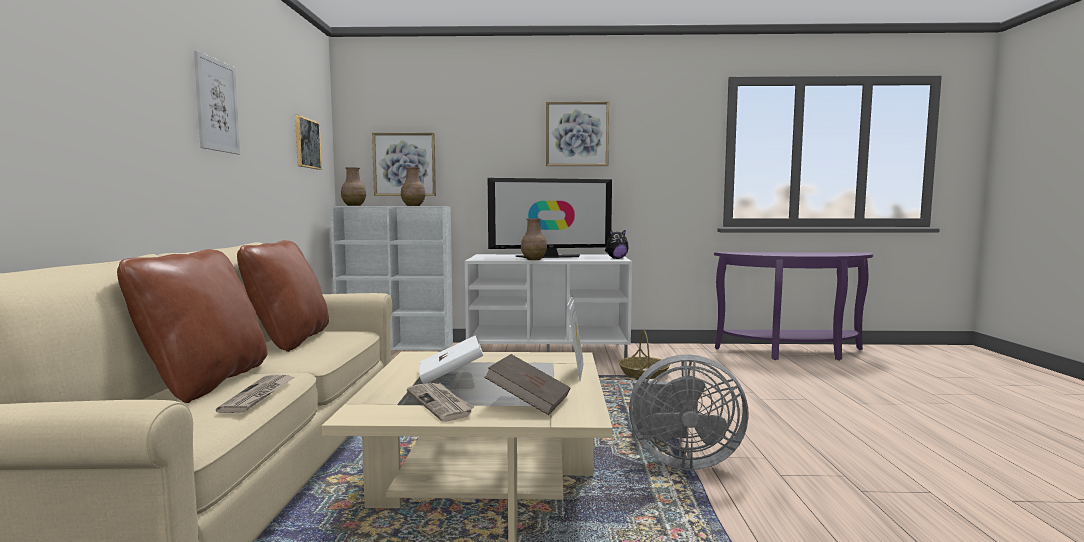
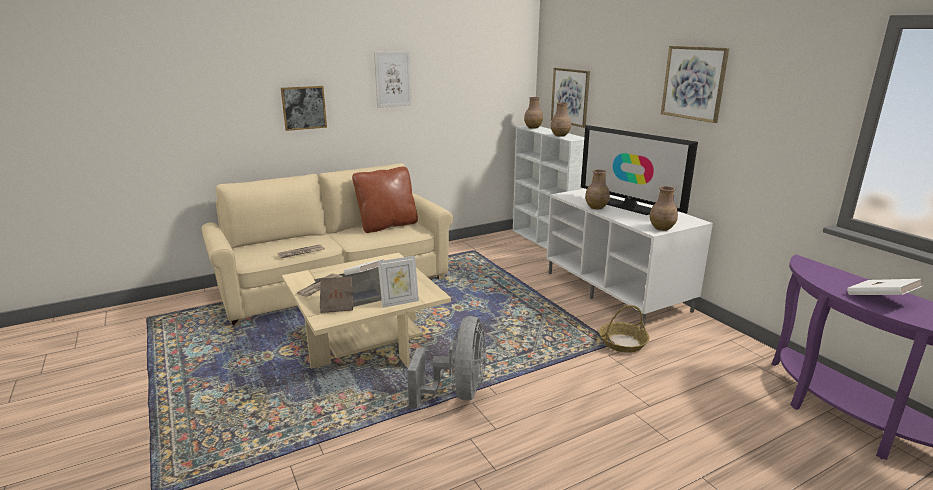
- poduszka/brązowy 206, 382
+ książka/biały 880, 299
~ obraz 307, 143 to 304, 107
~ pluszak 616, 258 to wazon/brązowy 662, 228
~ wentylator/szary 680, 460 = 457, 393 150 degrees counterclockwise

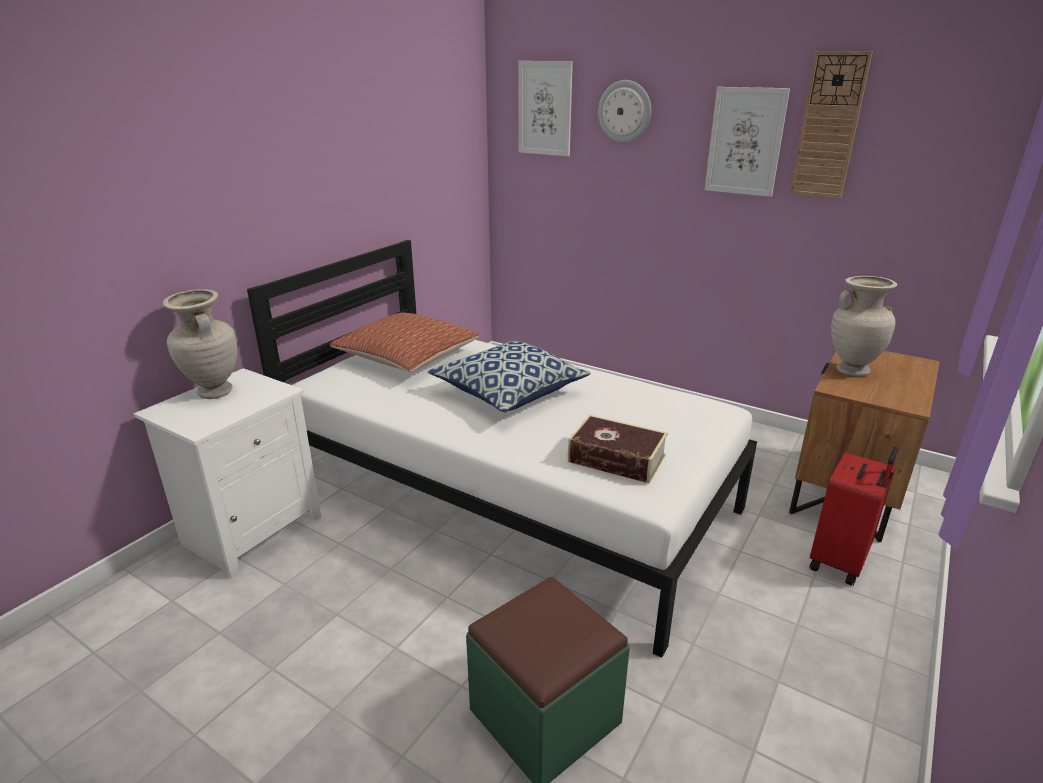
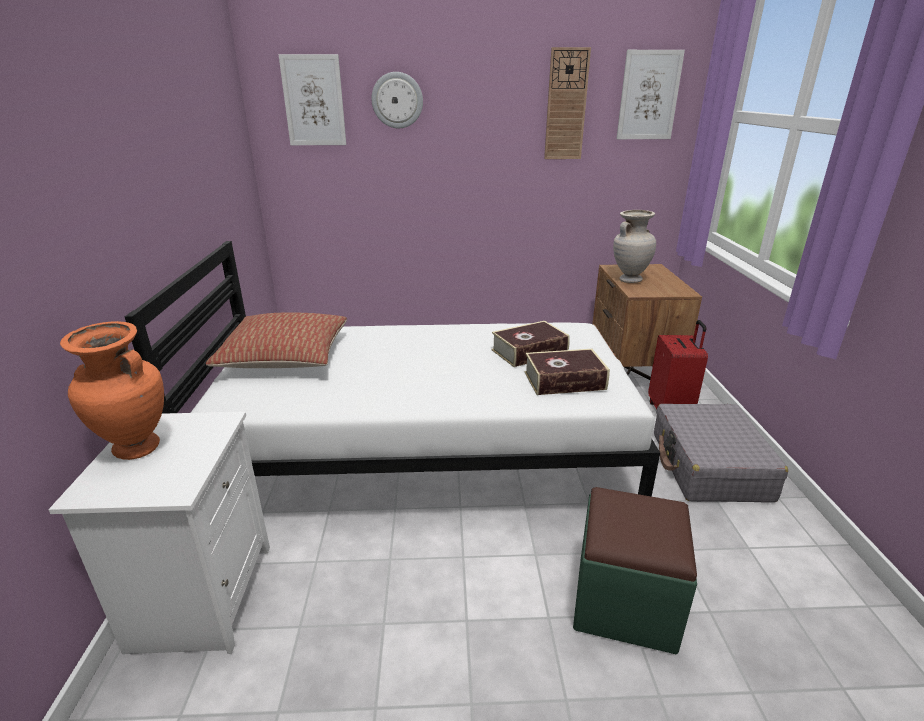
- poduszka 509, 392
+ książka 529, 352
+ walizka/szary 709, 466
~ obraz 745, 142 to 649, 95
~ wazon/beżowy 214, 393 to wazon/pomarańczowy 136, 449

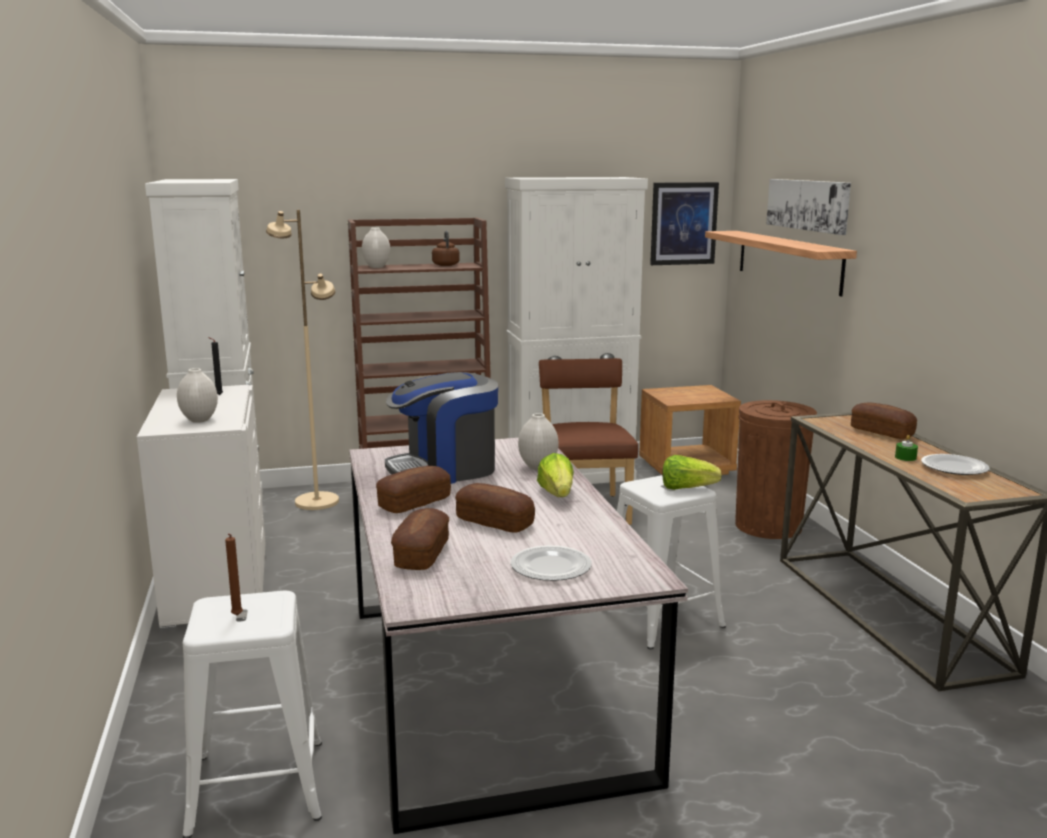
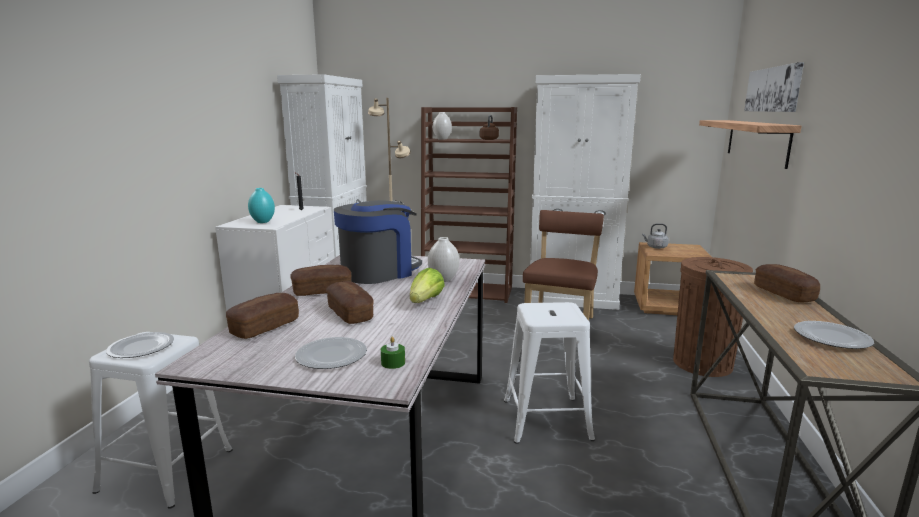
- obraz 683, 223
- sałata 686, 488
+ czajnik/szary 655, 247
~ świeca/zielony 905, 457 to 393, 363
~ świeca/brązowy 236, 616 to talerz 140, 348
~ wazon/biały 199, 420 to wazon/turkusowy 262, 222
~ ekspres do kawy 445, 469 = 379, 272 135 degrees clockwise

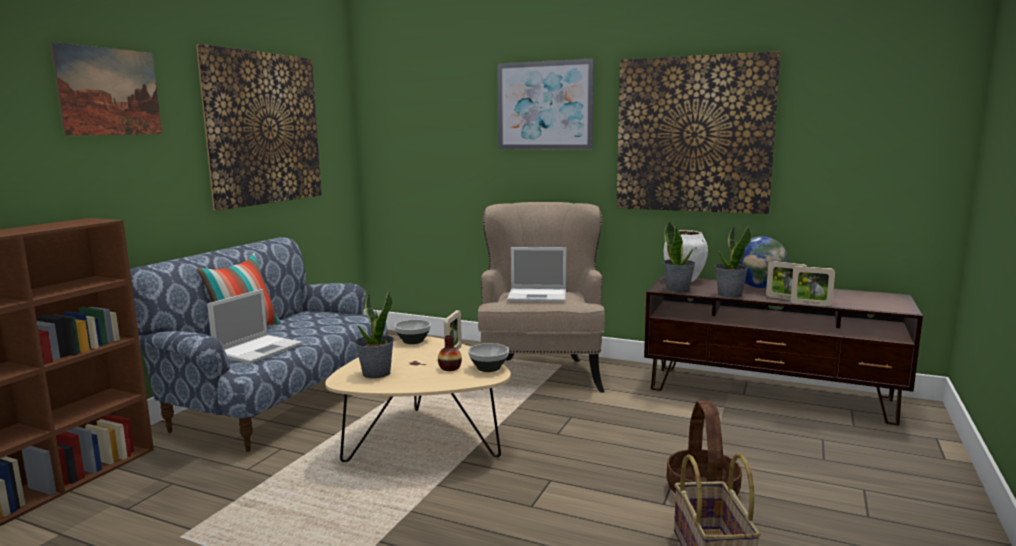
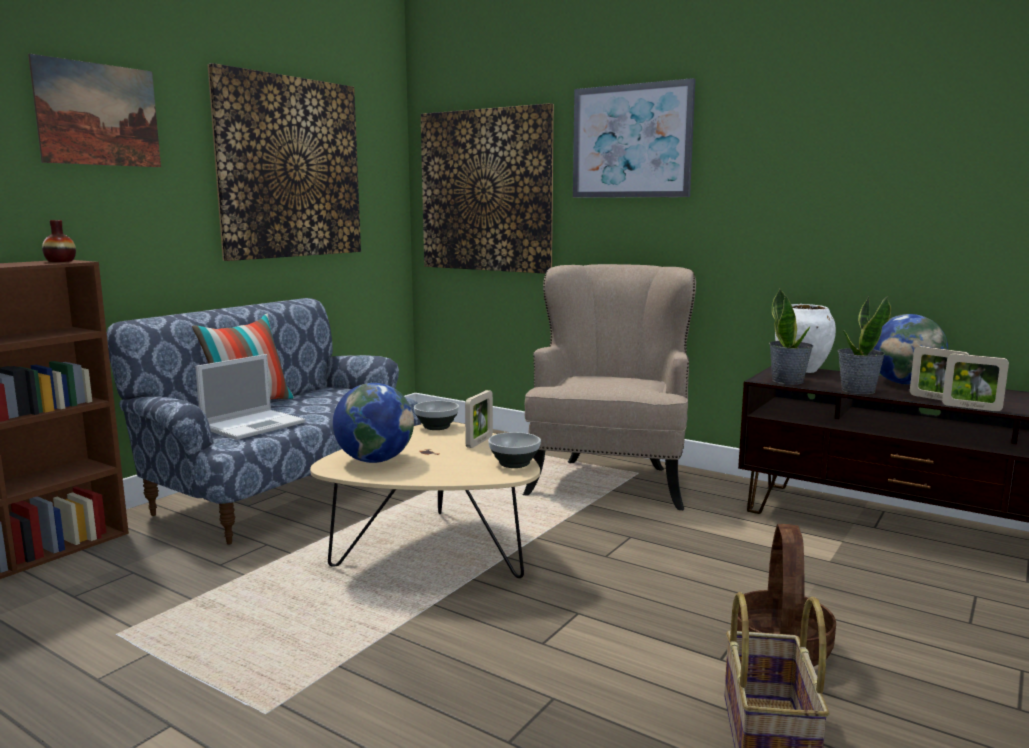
- laptop 538, 296
~ wazon 450, 368 to 60, 261
~ obraz 693, 135 to 486, 191
~ roślina doniczkowa 376, 373 to globus 375, 460

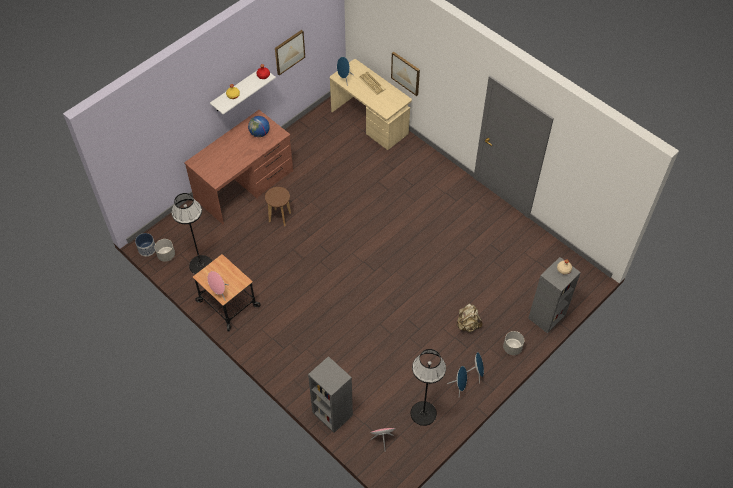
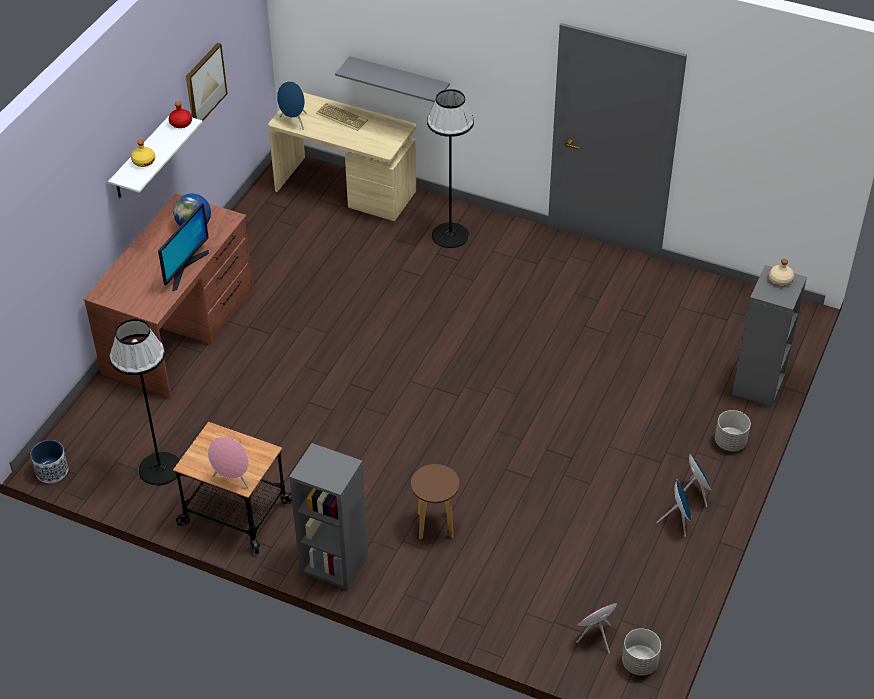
- plecak/beżowy 467, 324
+ monitor 184, 268
~ donica/szary 166, 255 to 640, 663
~ stołek/brązowy 280, 217 to 435, 525
~ regał/szary 332, 414 to 333, 564
~ lampa stojąca/czarny 423, 413 to 450, 235
~ obraz 406, 73 to półka/szary 399, 80

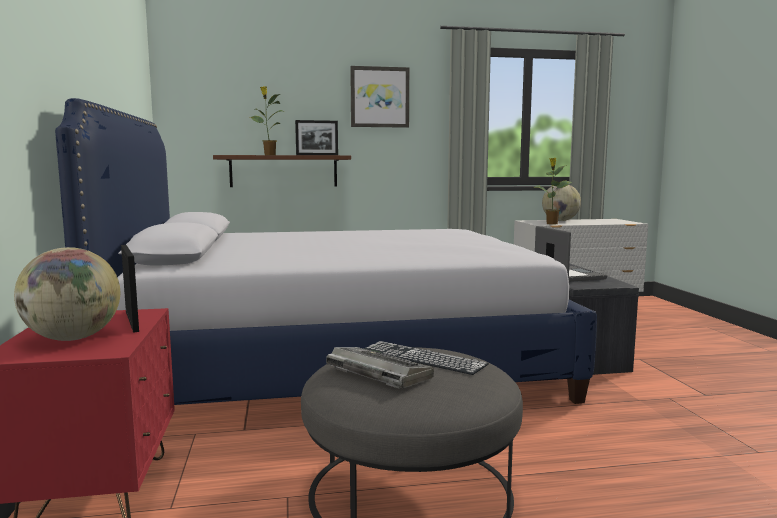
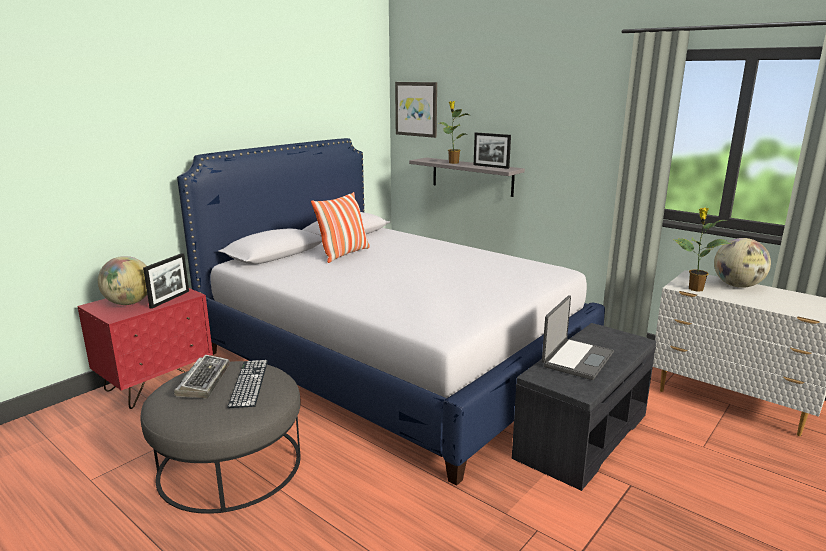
+ poduszka 344, 254
~ obraz 379, 97 to 416, 109
~ półka/brązowy 283, 171 to półka/szary 472, 176

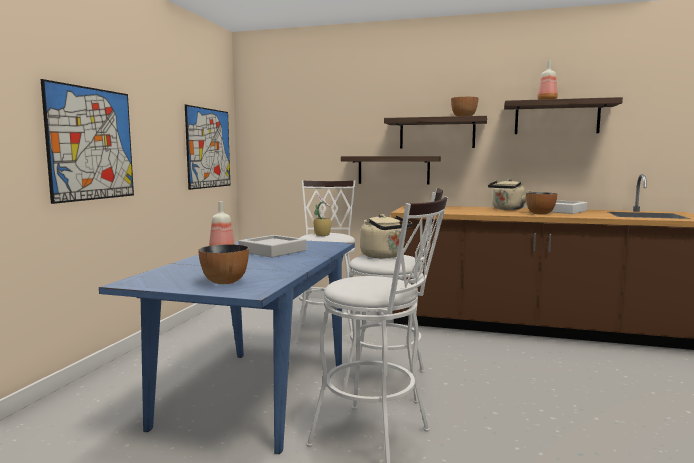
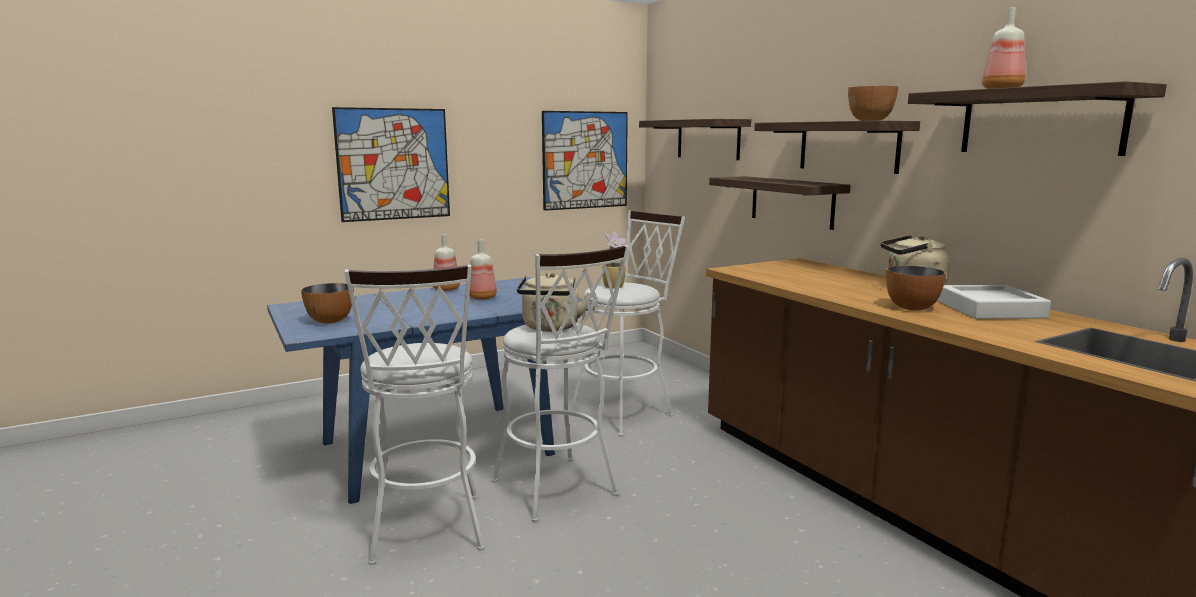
+ półka 708, 139
~ taca/szary 273, 251 to butelka 481, 297

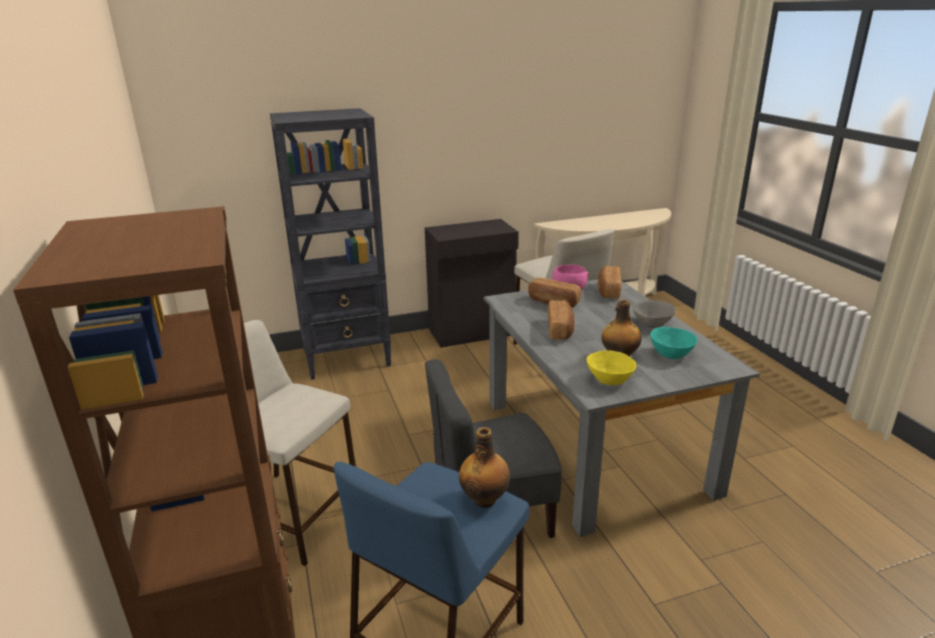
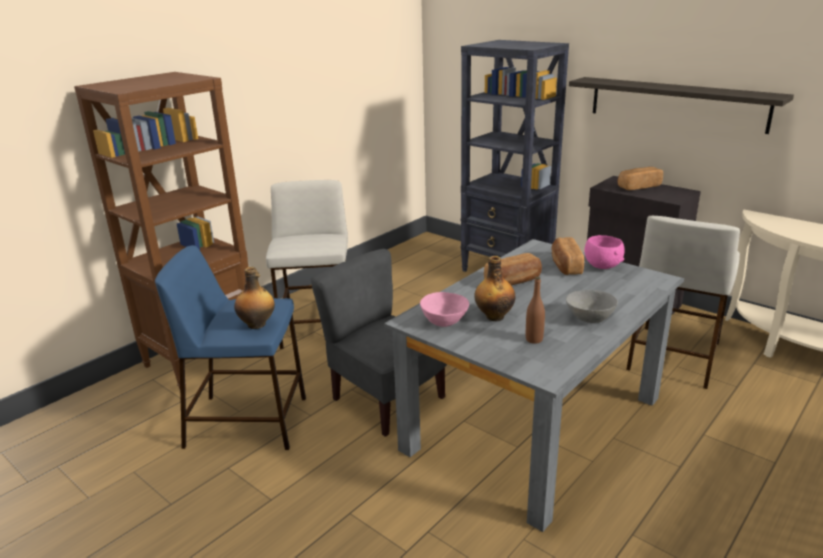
+ półka 676, 103
~ chleb 608, 291 to 638, 186
~ miska/turkusowy 671, 354 to butelka/brązowy 534, 339
~ miska/żółty 610, 379 to miska/różowy 444, 321

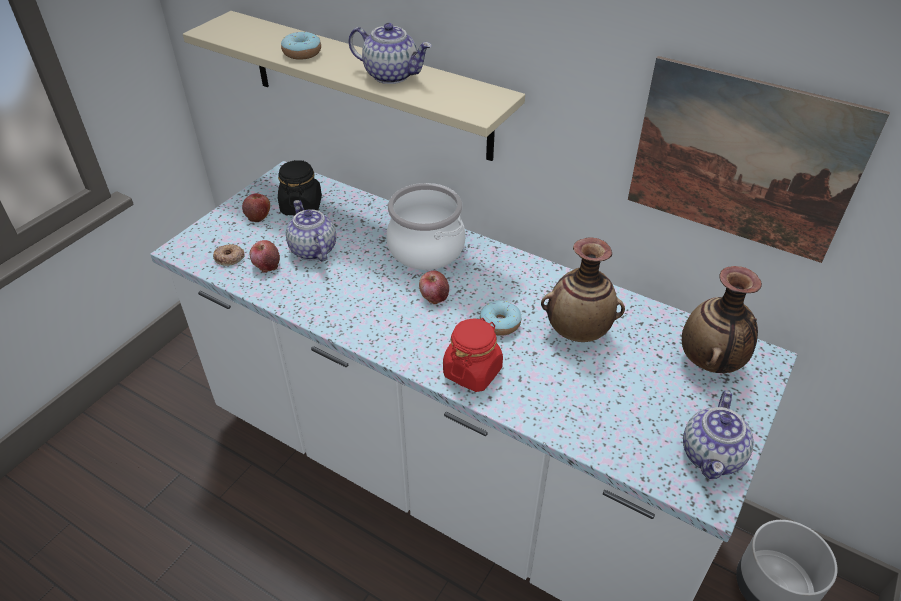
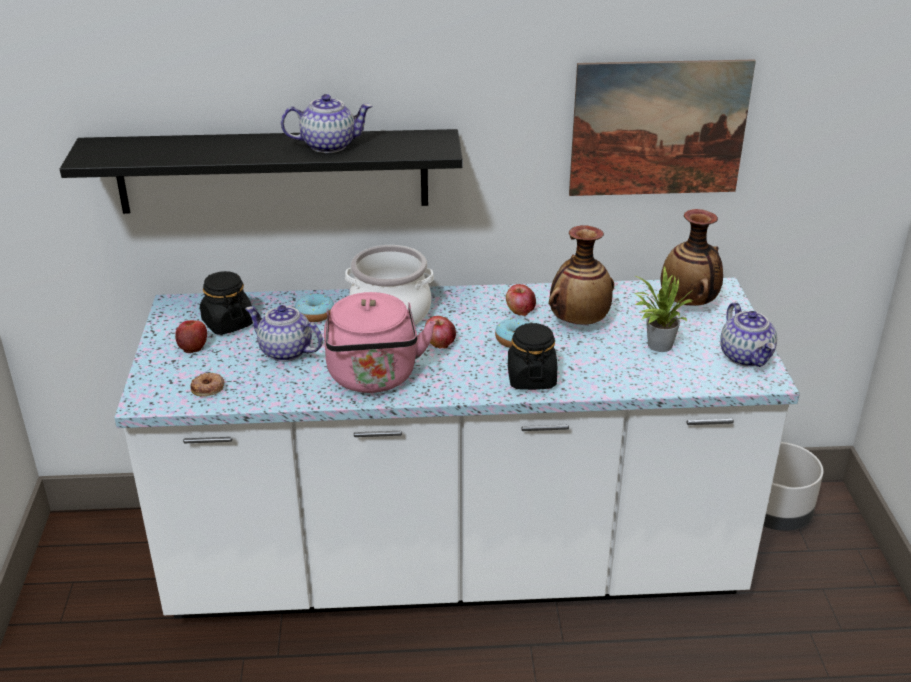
+ czajnik/różowy 374, 378
+ roślina doniczkowa 656, 345
~ jabłko 266, 265 to 520, 310
~ donut 302, 53 to 315, 314
~ półka/beżowy 367, 85 to półka/czarny 273, 171
~ słoik/czerwony 472, 371 to słoik/czarny 531, 378

